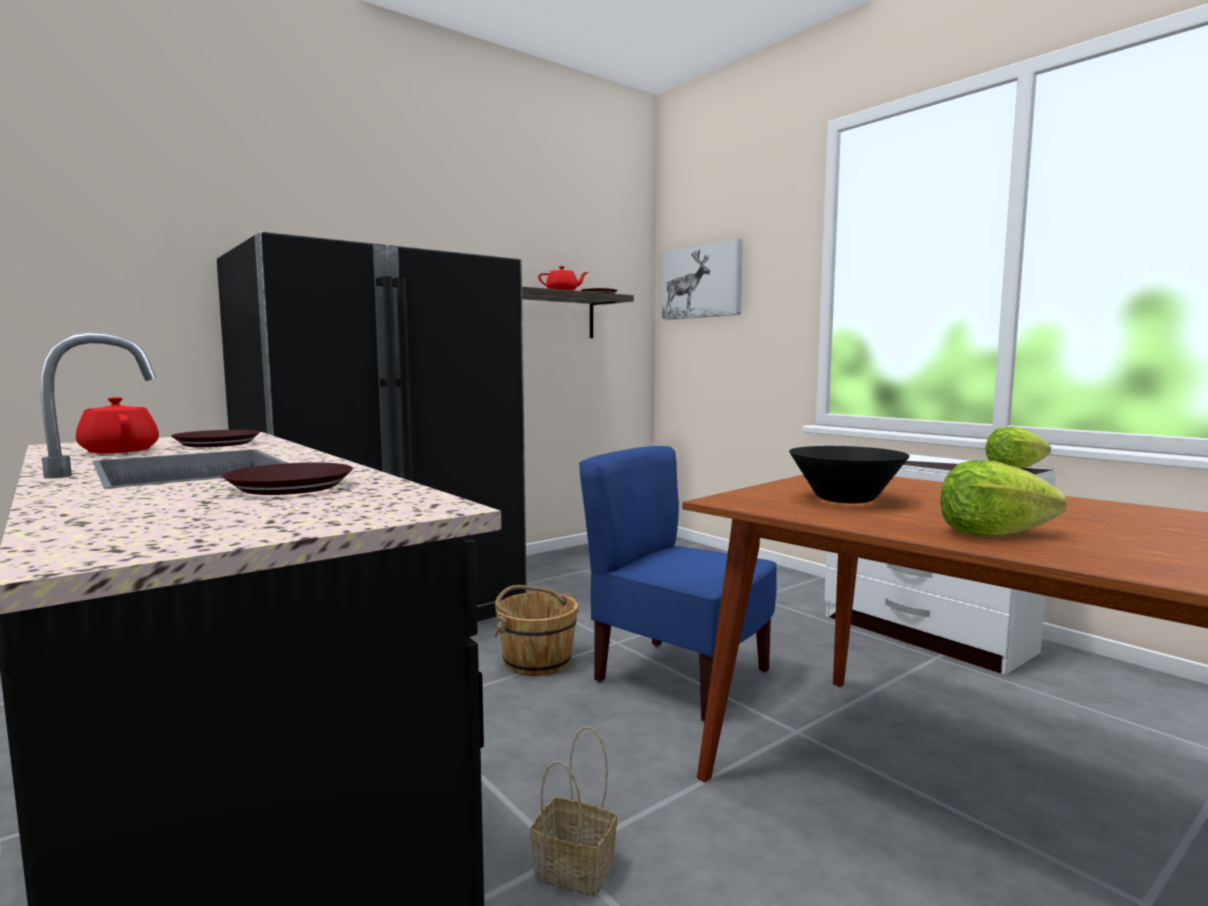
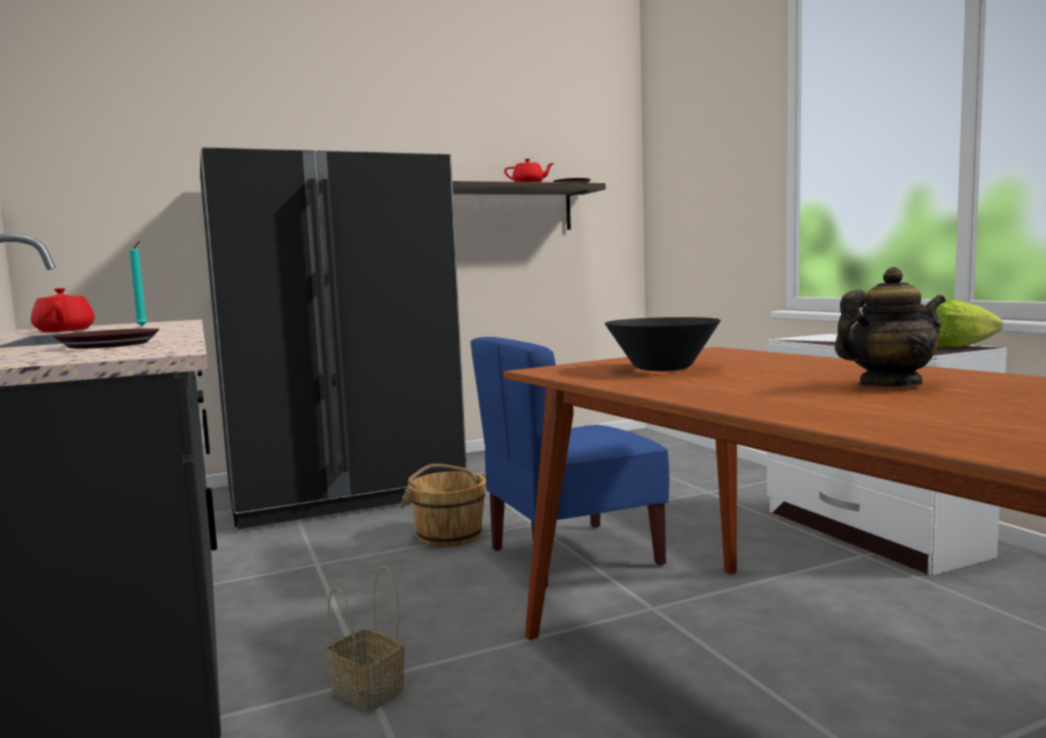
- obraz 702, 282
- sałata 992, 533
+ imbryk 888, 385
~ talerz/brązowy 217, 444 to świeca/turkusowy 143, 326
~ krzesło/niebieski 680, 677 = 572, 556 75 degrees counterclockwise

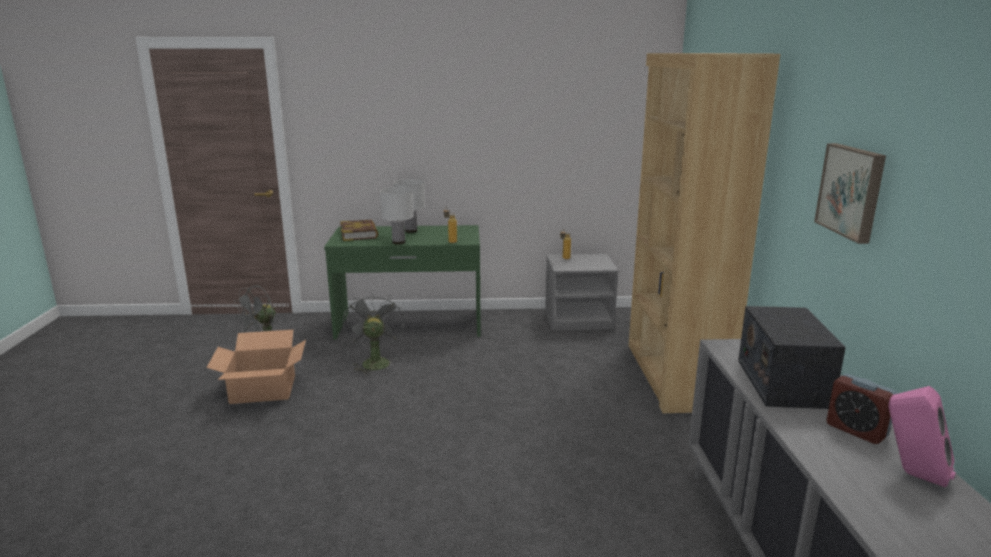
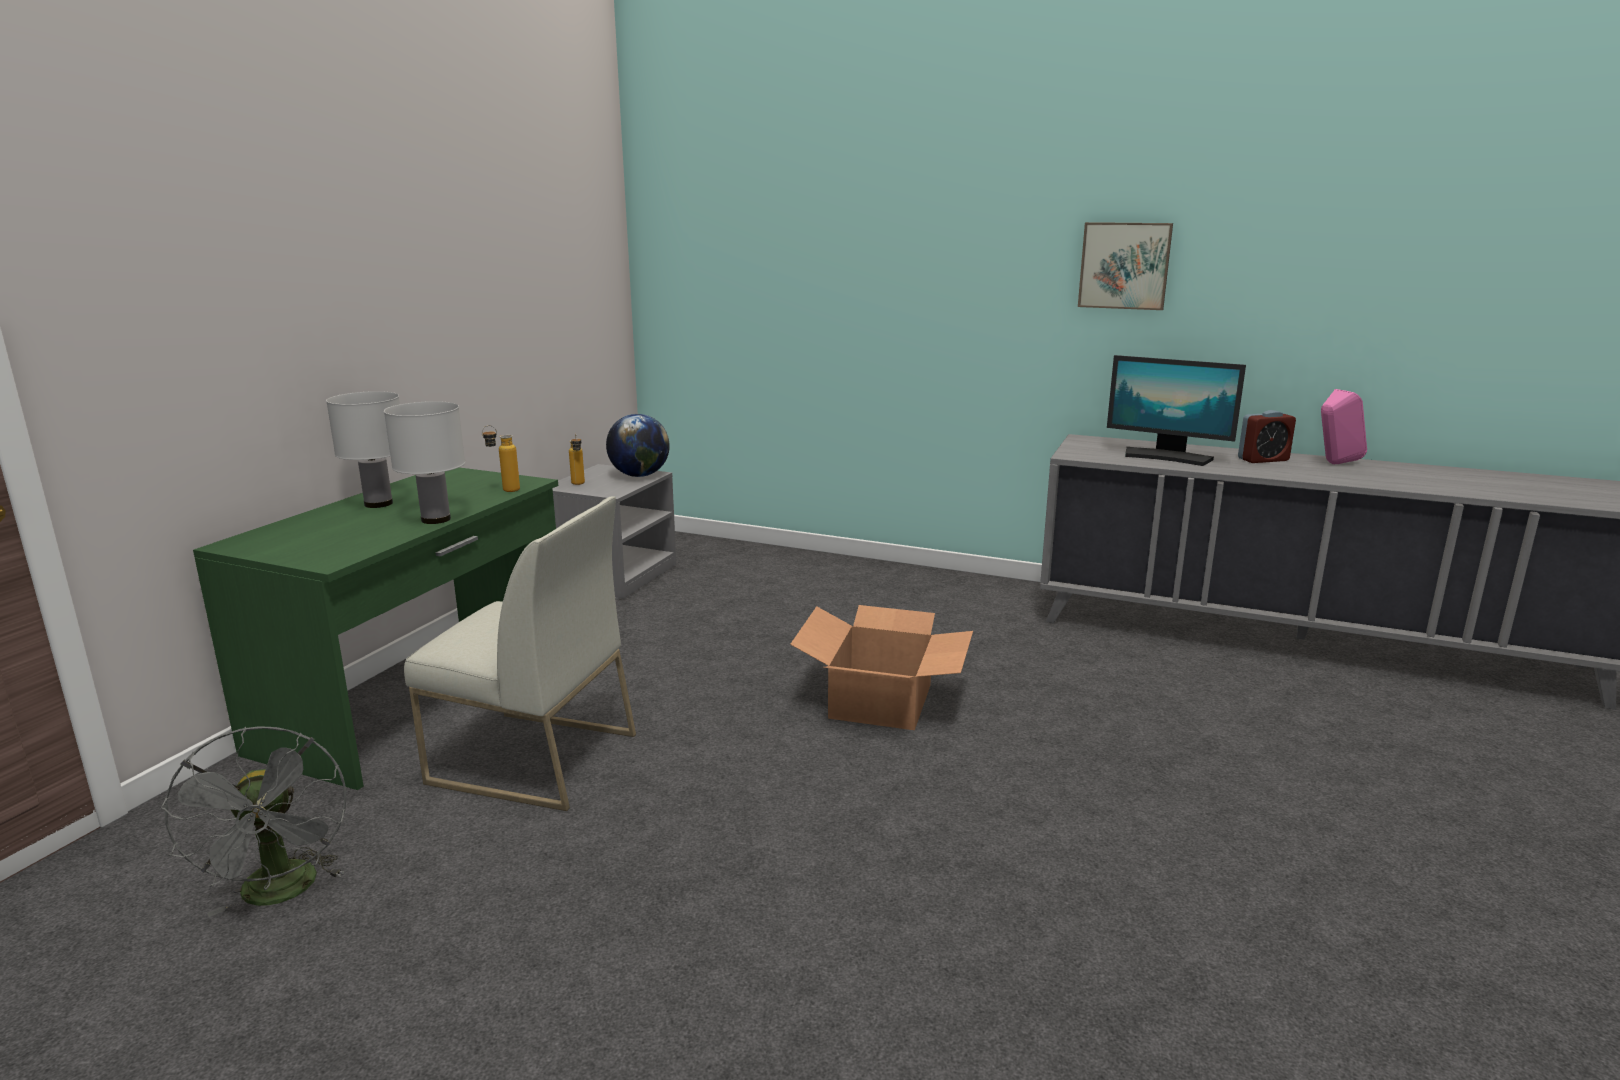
- książka 359, 234
- regał/brązowy 674, 375
+ globus 639, 475
~ karton 263, 389 to 882, 701
~ wentylator/szary 374, 361 to krzesło/biały 531, 759
~ radio 782, 382 to monitor 1167, 457

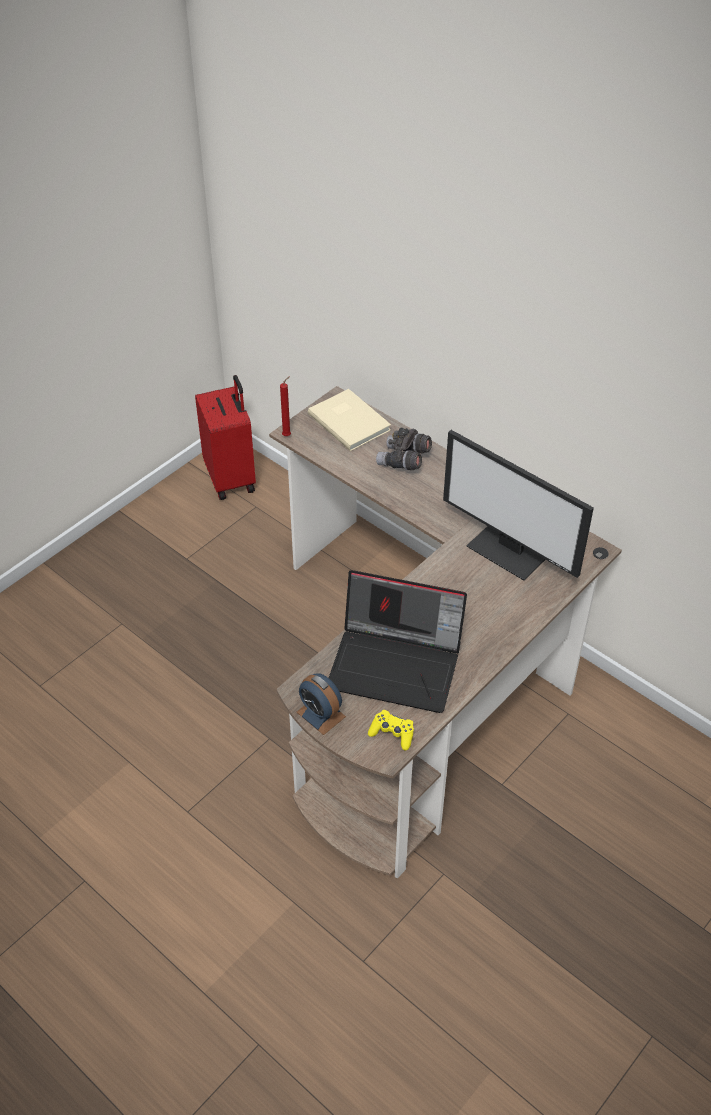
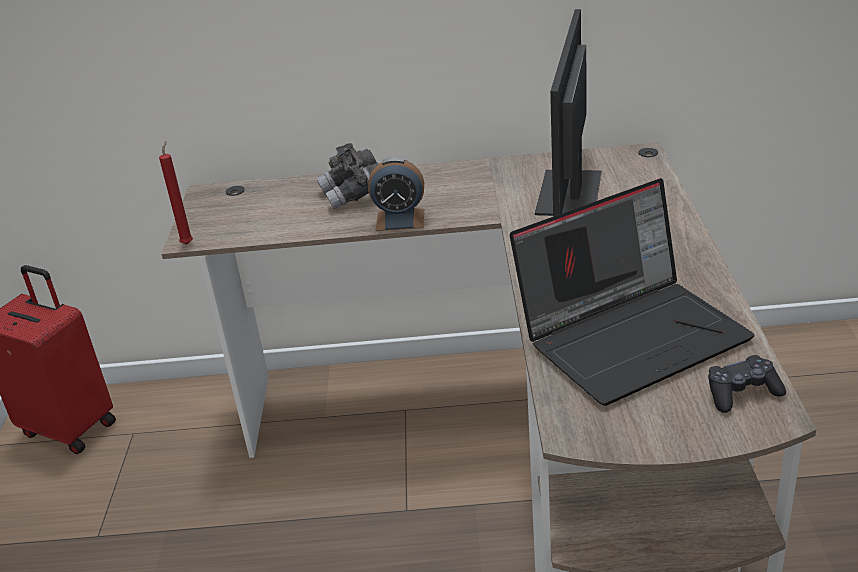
- książka/beżowy 350, 420
~ budzik 321, 714 to 400, 220
~ pad do gier/żółty 392, 733 to pad do gier/czarny 742, 393
~ monitor 509, 550 = 571, 193 105 degrees clockwise

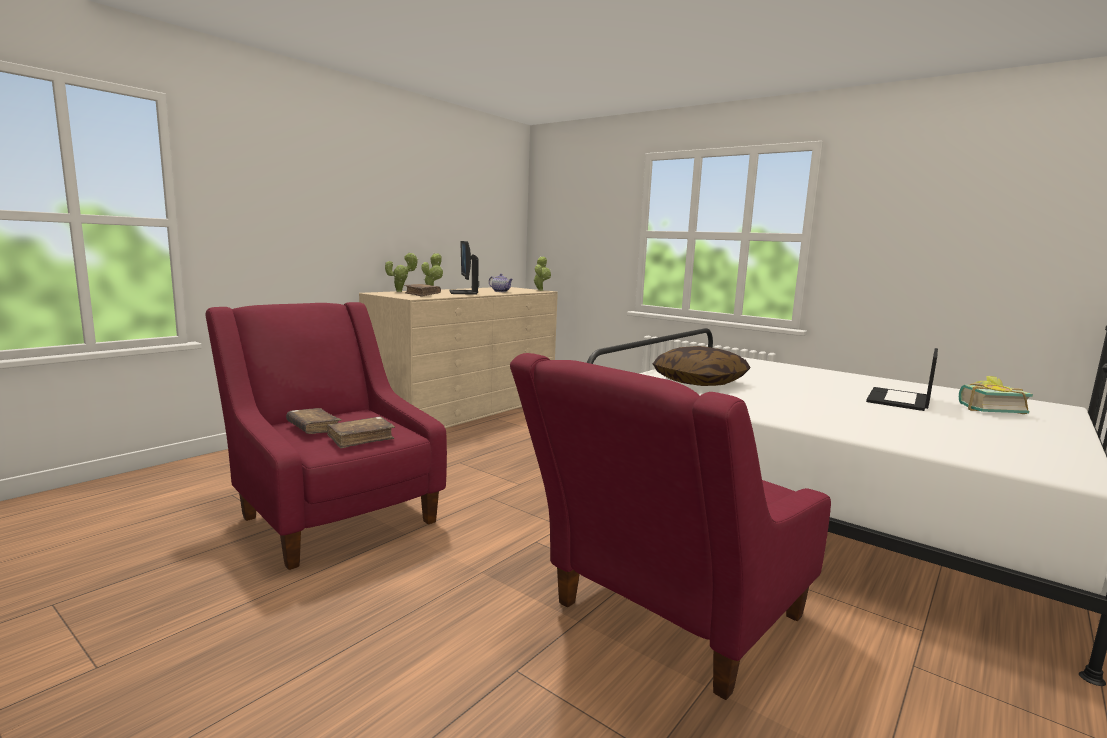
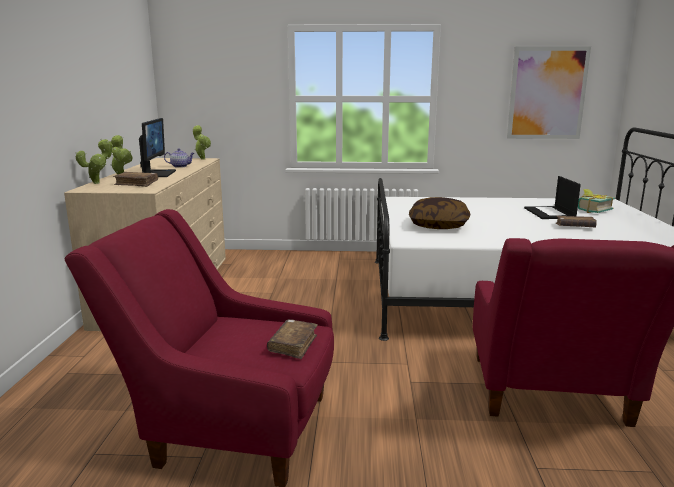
+ obraz 547, 93
~ książka/brązowy 314, 429 to 575, 227
~ monitor 463, 292 = 157, 173 135 degrees counterclockwise

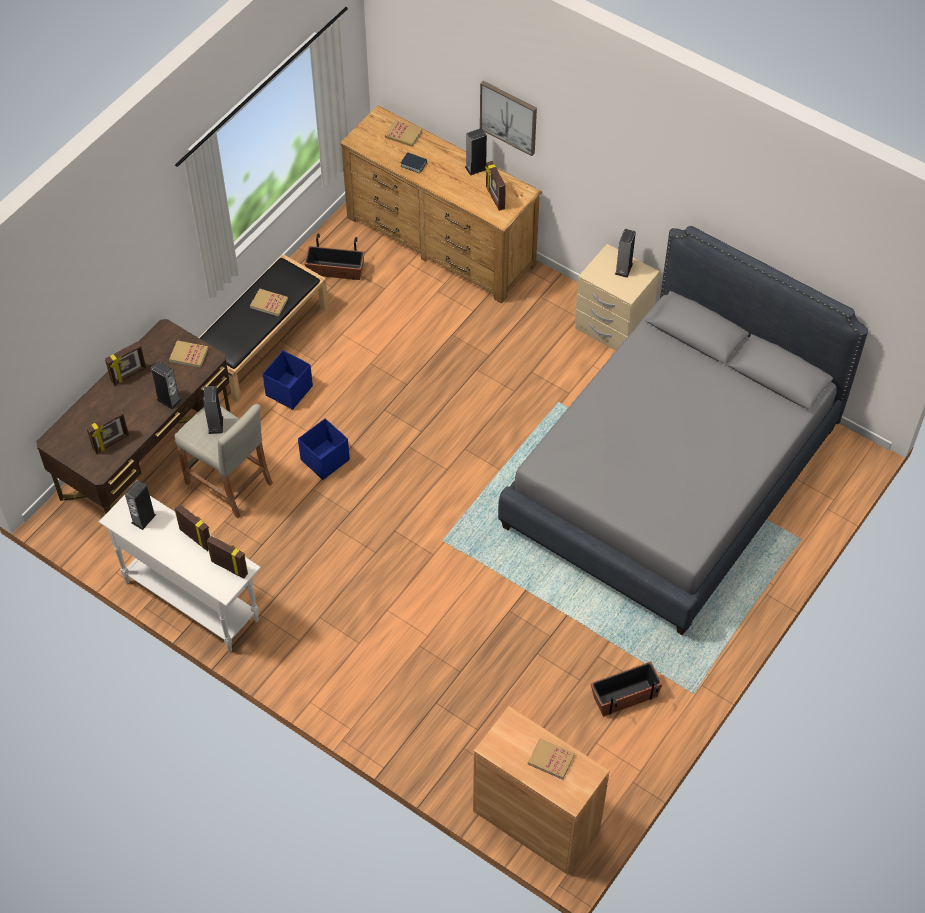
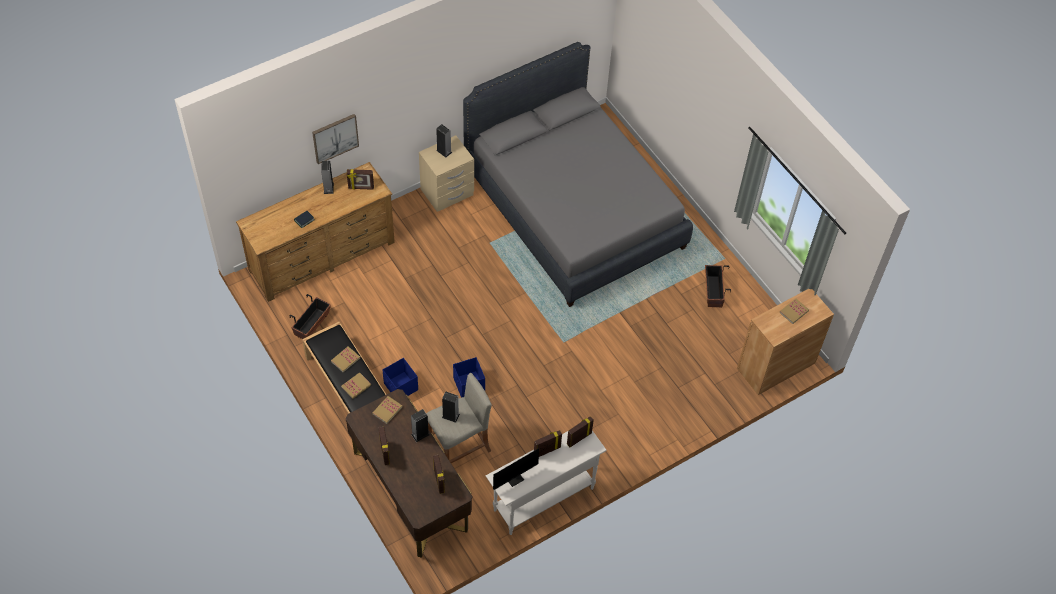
~ książka 403, 134 to 356, 386
~ głośnik 143, 518 to monitor 516, 477

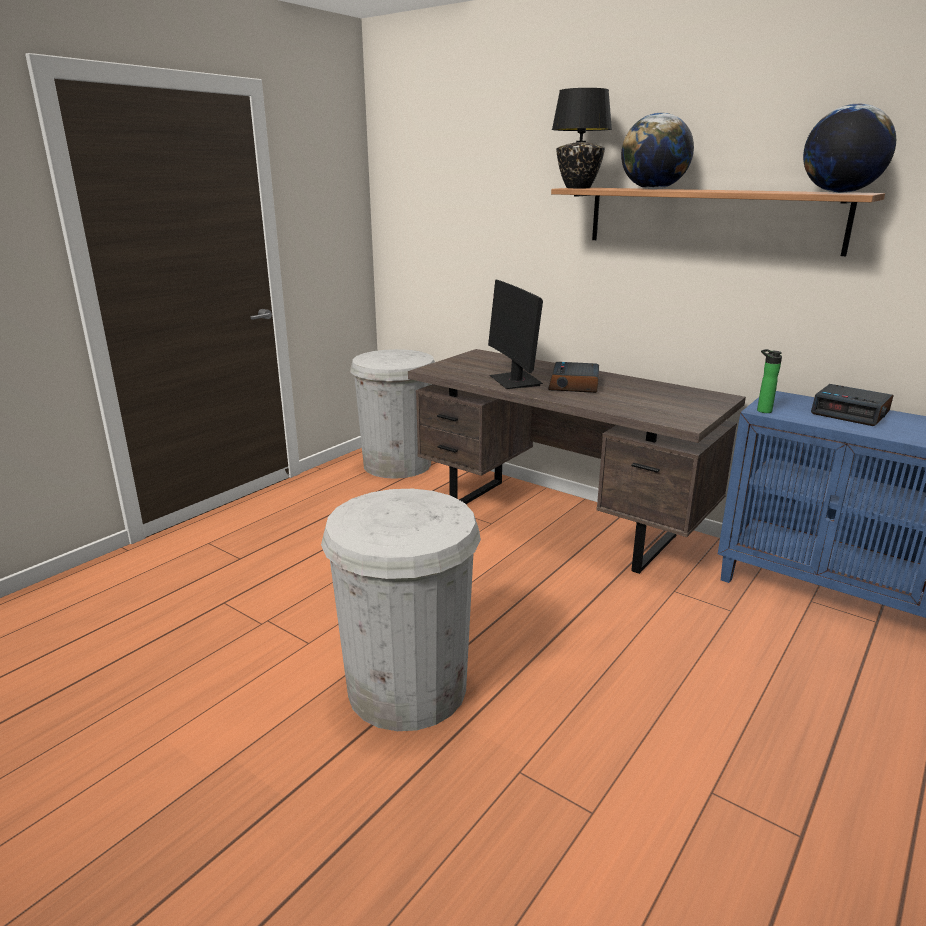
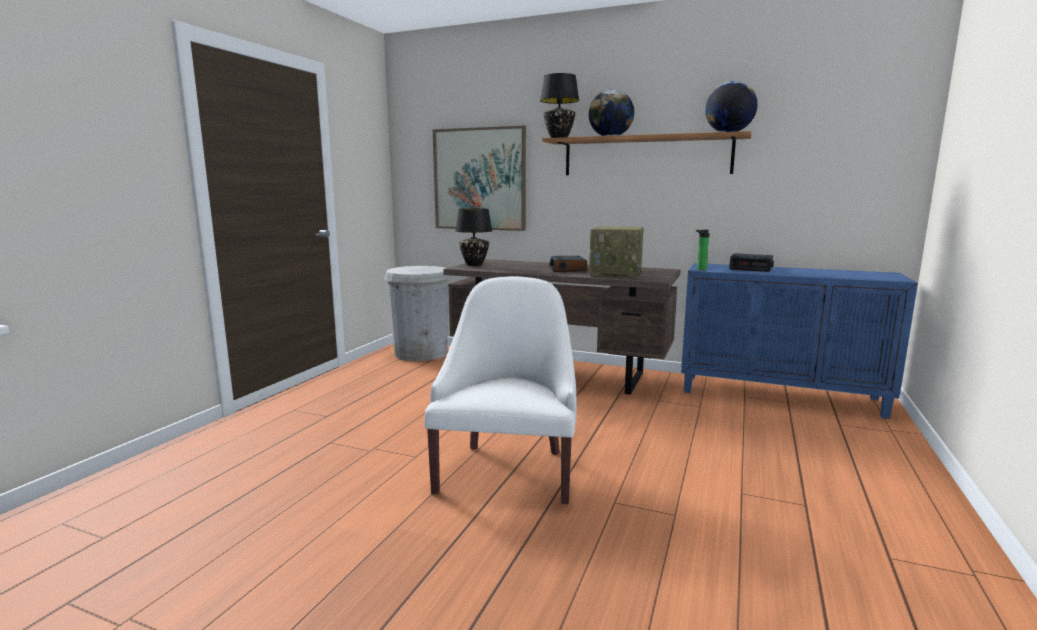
- monitor 515, 381
+ obraz 479, 179
+ lampa stołowa/czarny 474, 264
+ radio 617, 274
~ kosz na śmieci/biały 407, 687 to fotel/biały 507, 471

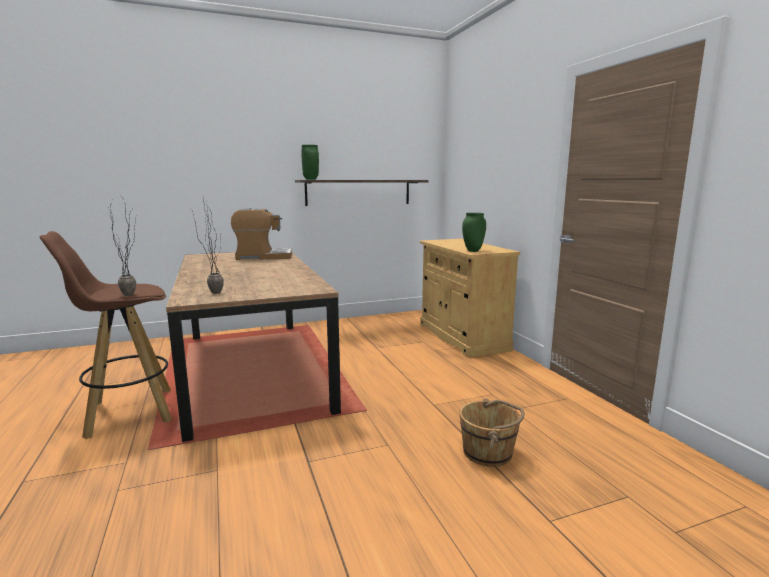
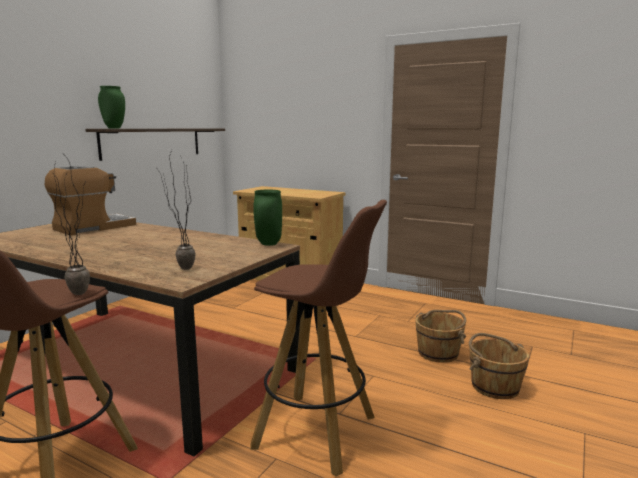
+ stołek/brązowy 317, 432
+ wiadro/brązowy 494, 386
~ wazon/zielony 472, 251 to 268, 244

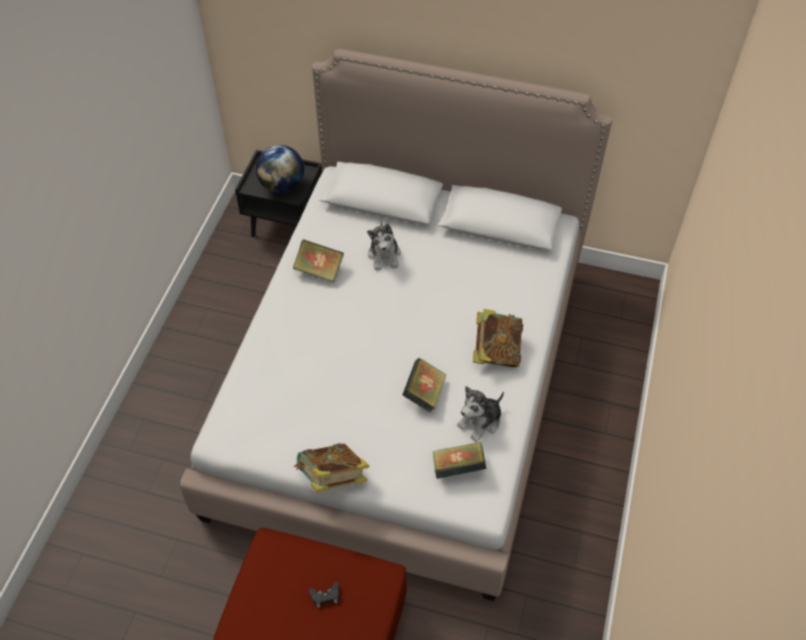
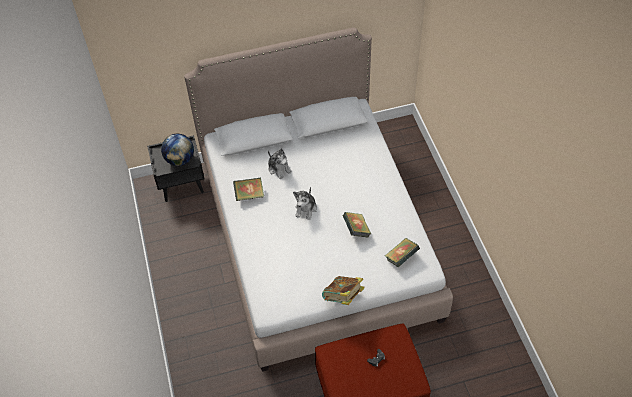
- książka 496, 351
~ pluszak 480, 422 to 306, 209

